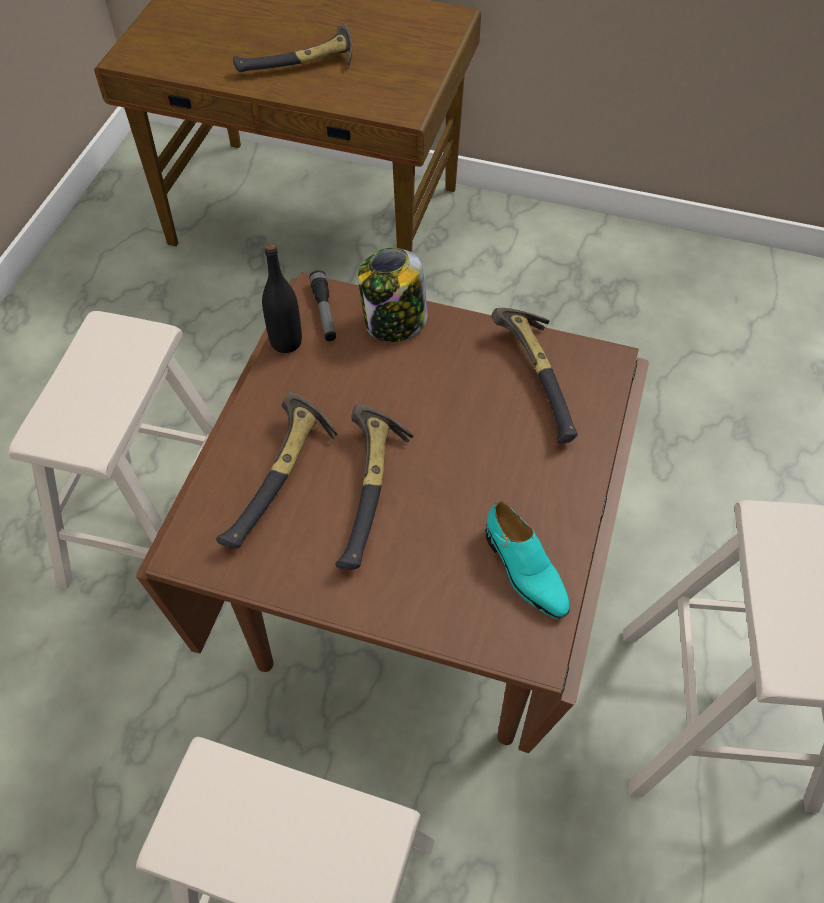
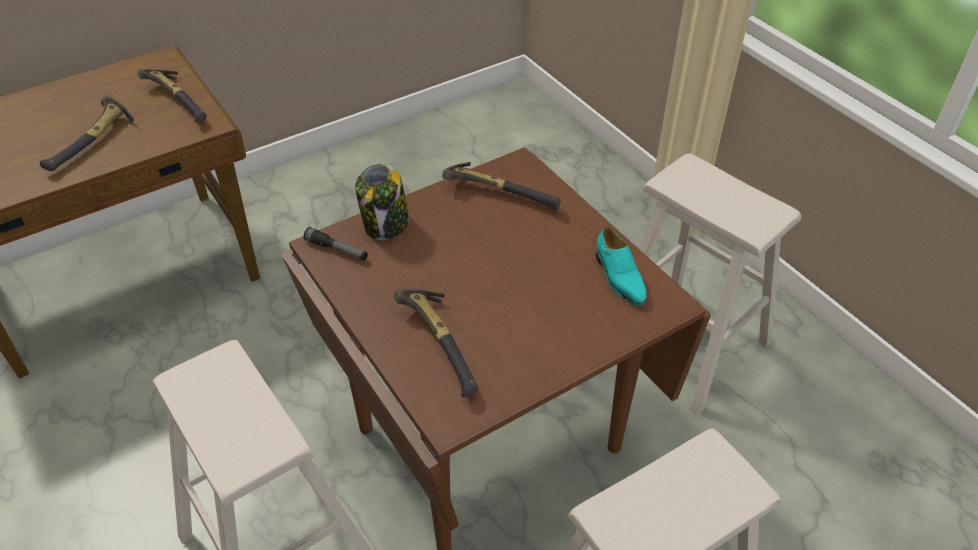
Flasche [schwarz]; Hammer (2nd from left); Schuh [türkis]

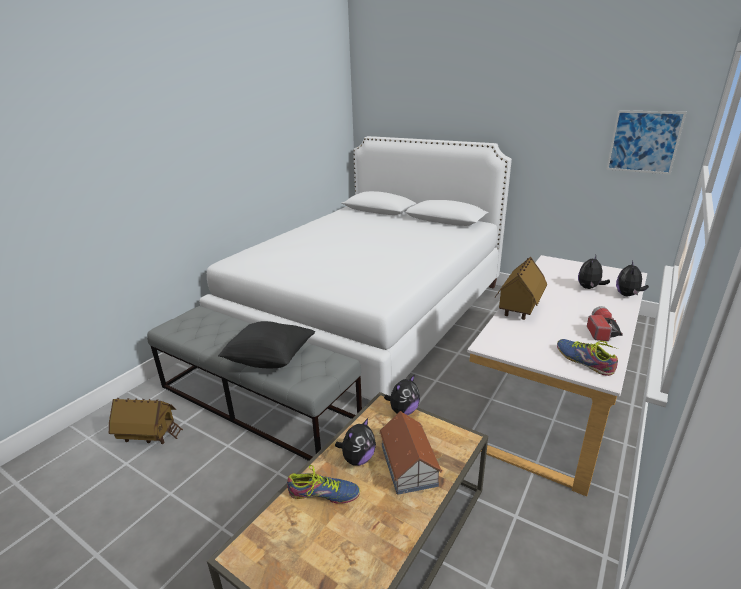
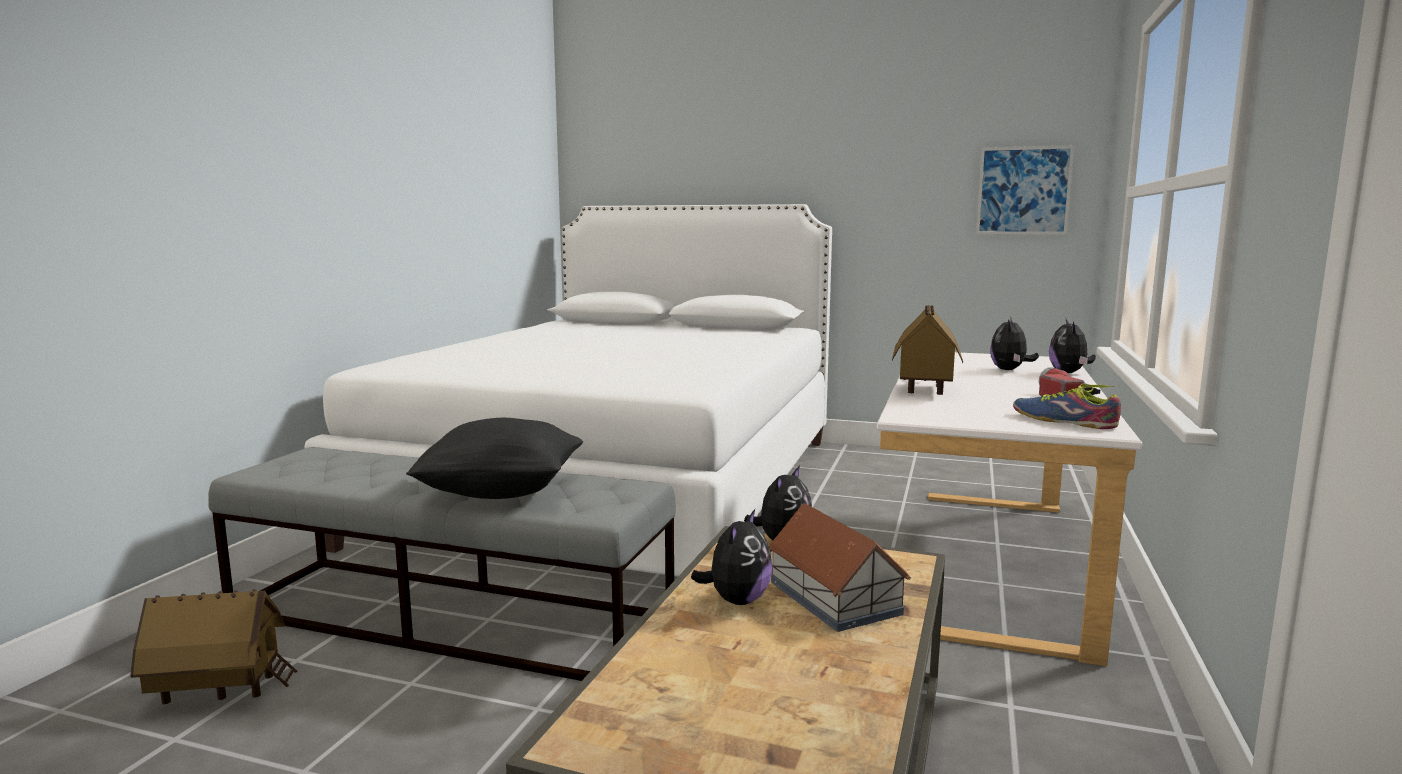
Schuh (1st from left in the first image)

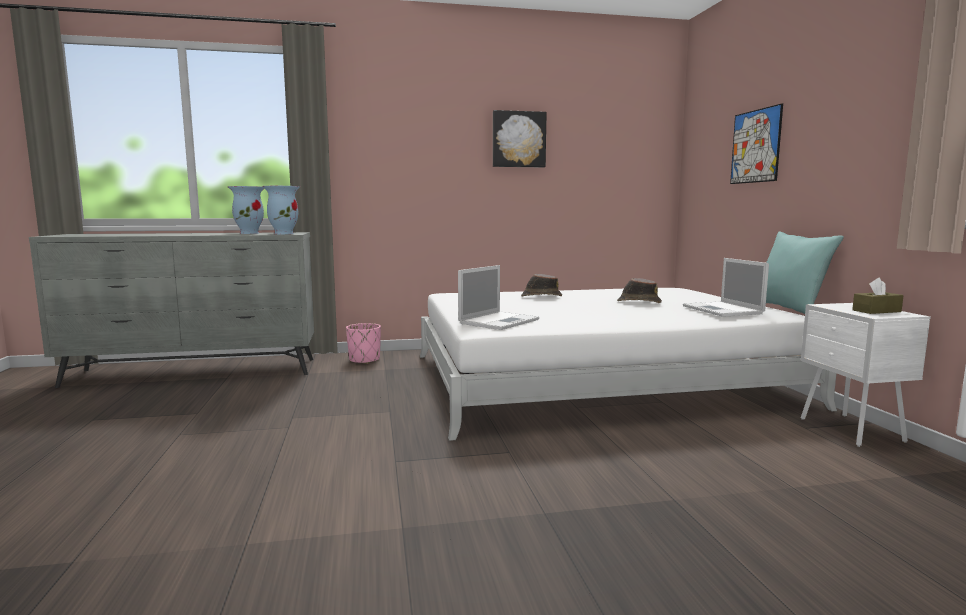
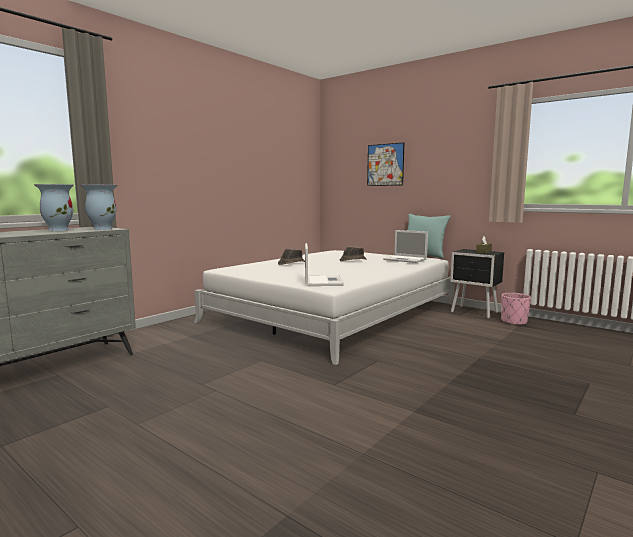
Pflanzkübel [rosa]; Bild (1st from left in the first image); Nachttisch [schwarz]

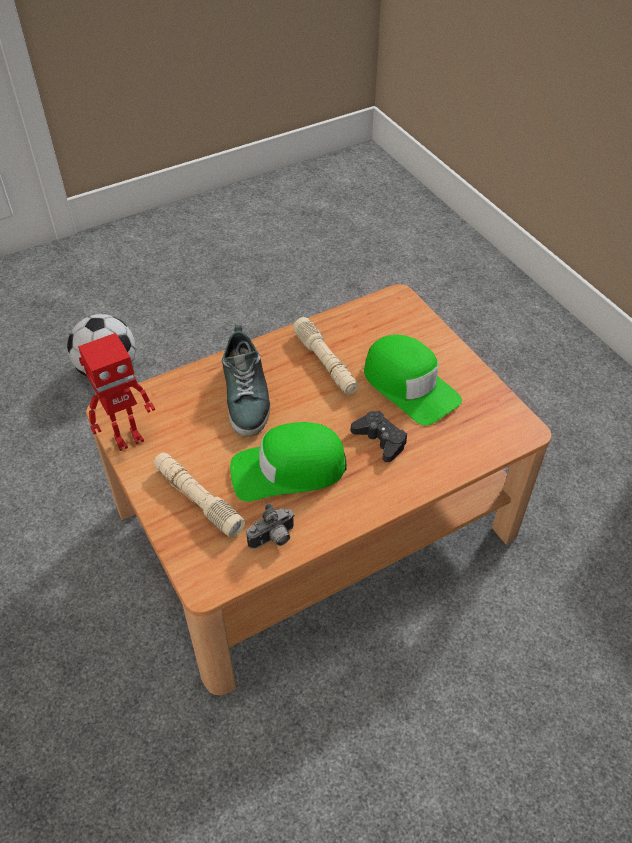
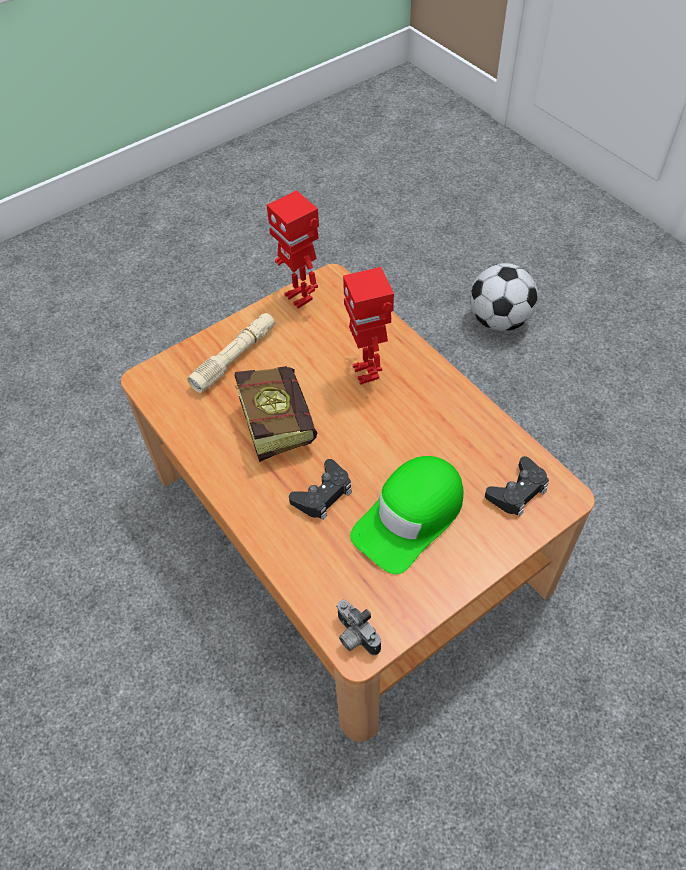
Spielzeugroboter (2nd from left); Buch; Kamera; Taschenlampe [beige] (2nd from left in the first image); Gamepad [schwarz] (2nd from left)

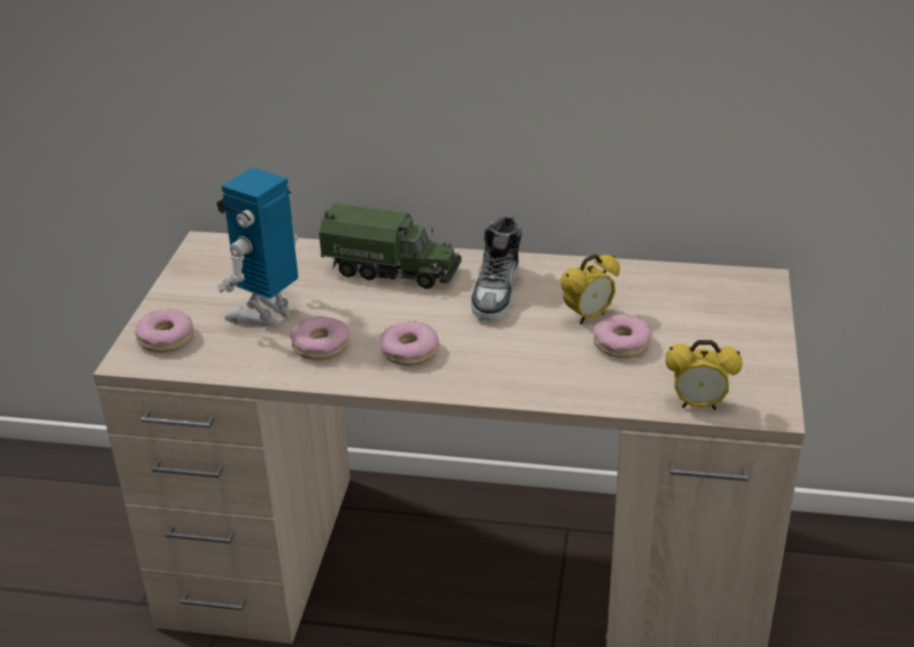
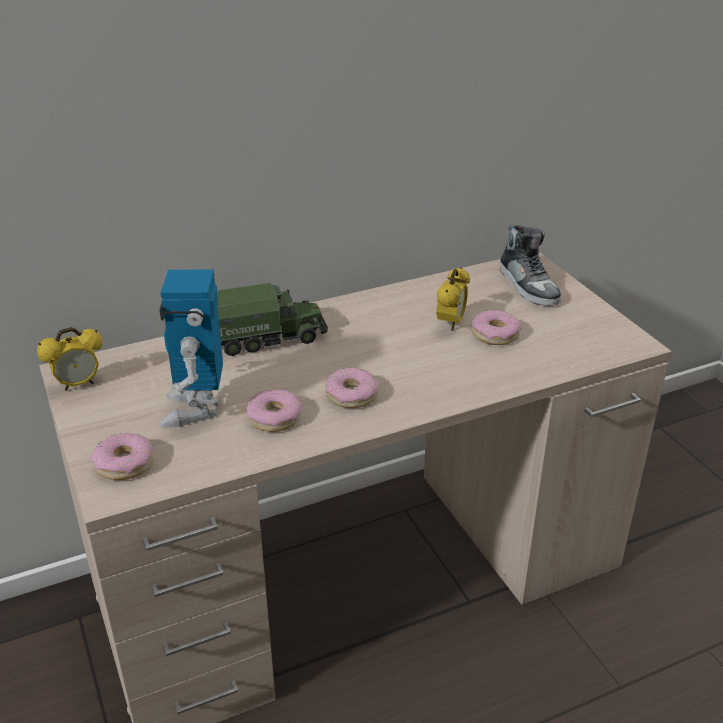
Schuh; Wecker (1st from left)

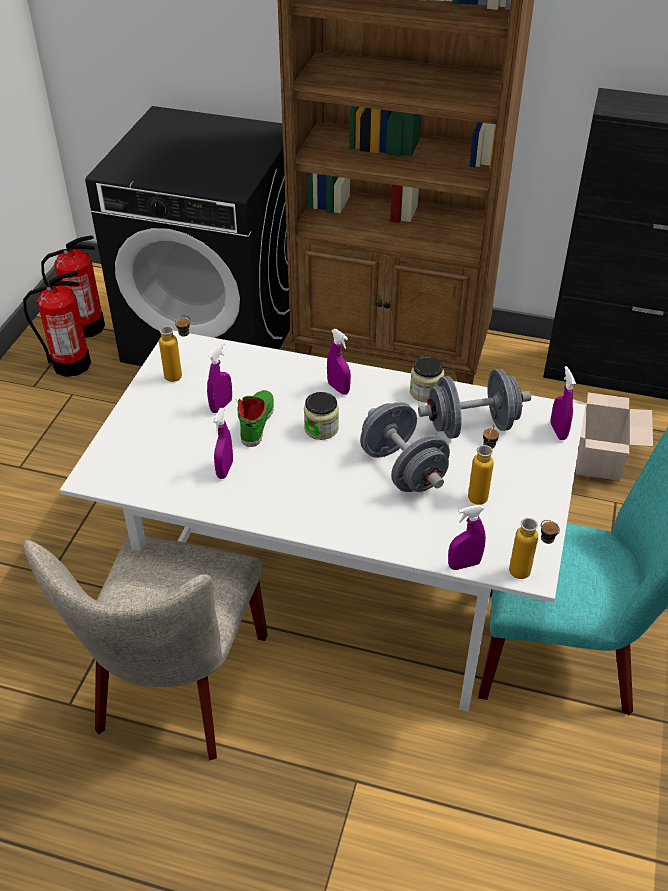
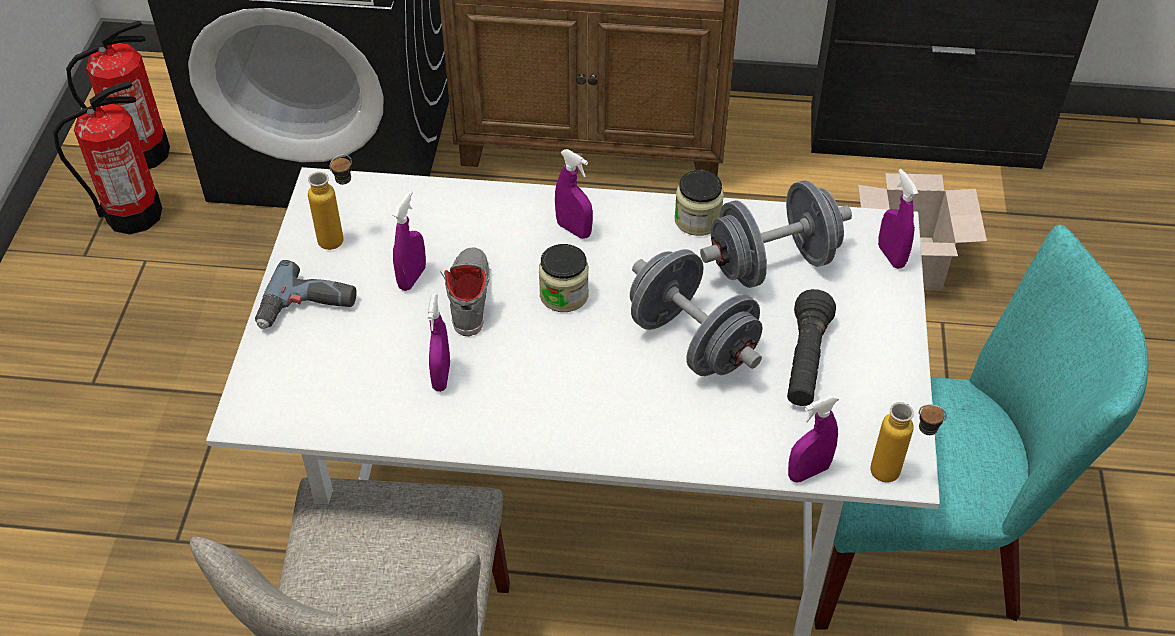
Schuh [grau]; Taschenlampe [schwarz]; Bohrmaschine

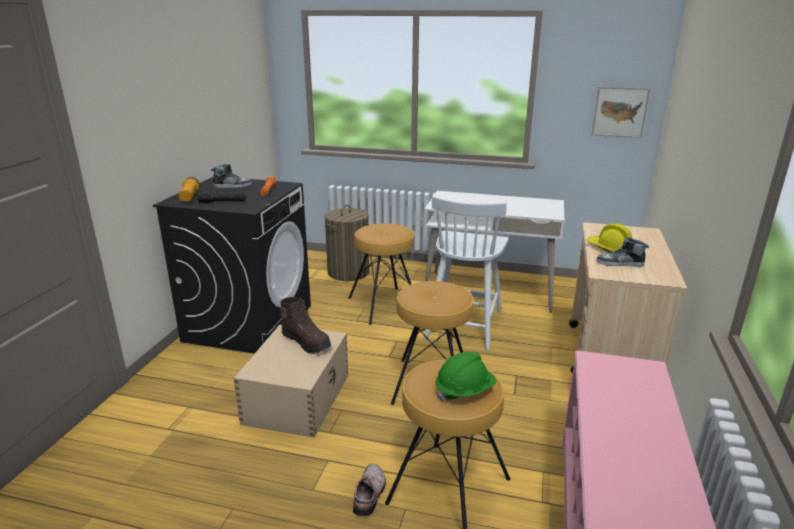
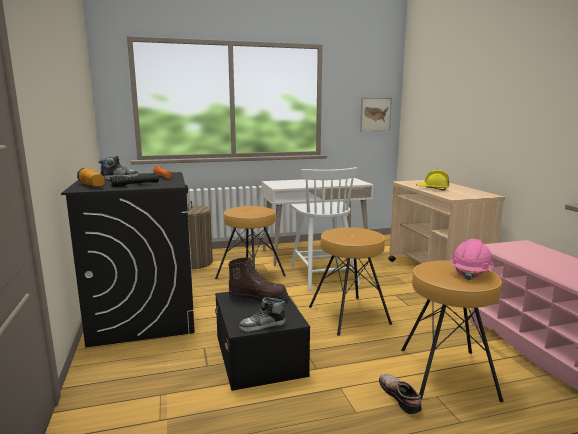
Aufbewahrungsbox [schwarz]; Schutzhelm [rosa]; Schuh (2nd from left)

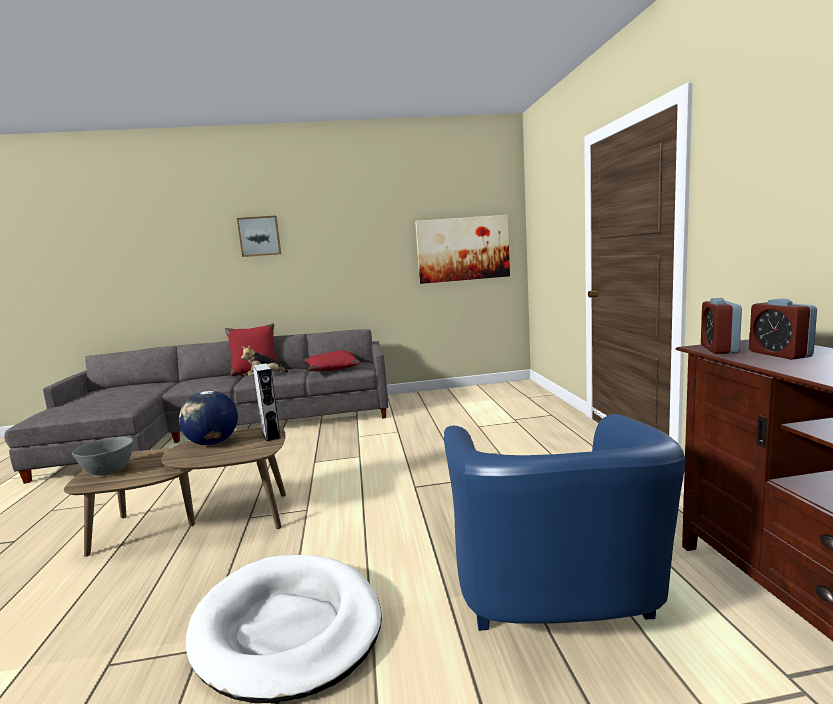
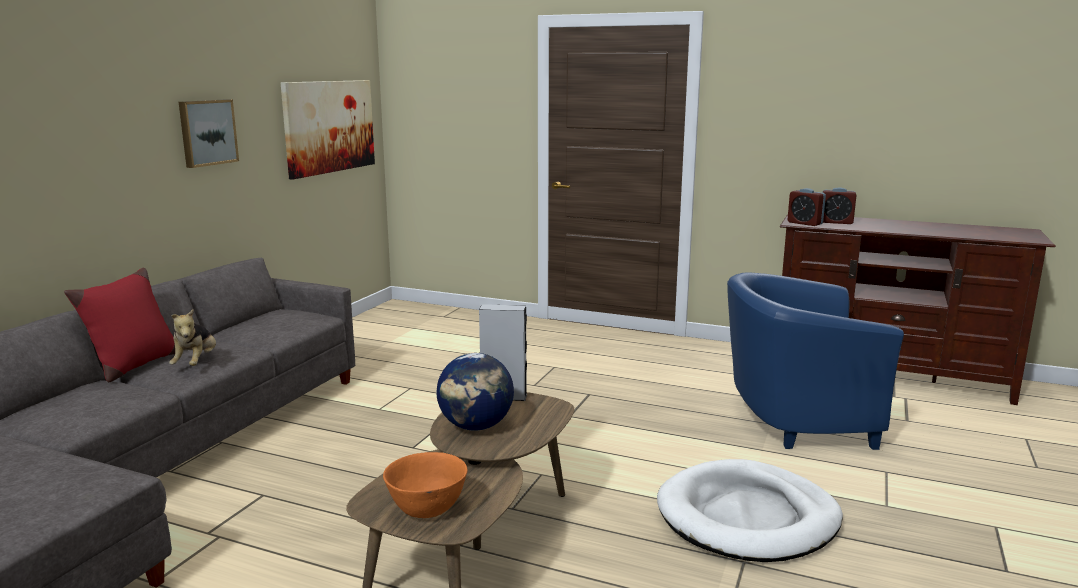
Schüssel [orange]; Bild (1st from left); Kissen [rot] (2nd from left in the first image); Sessel [blau]

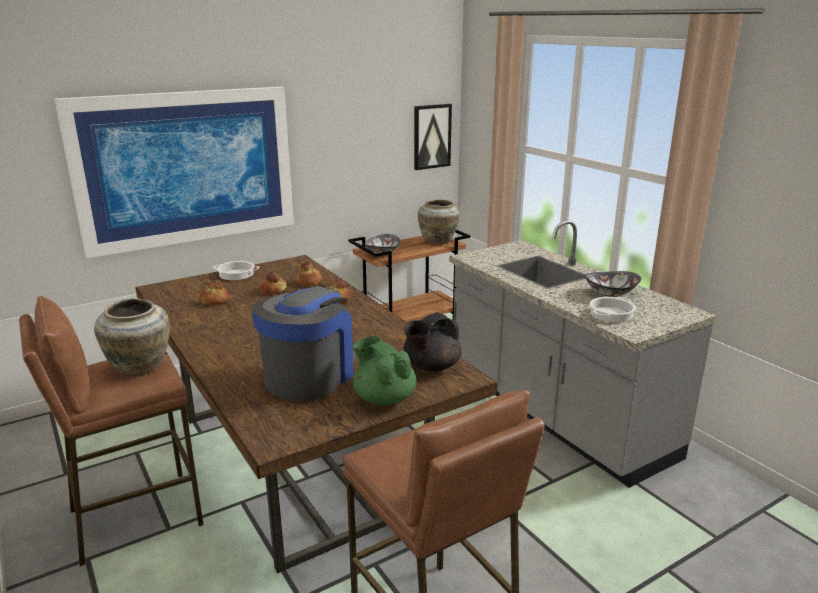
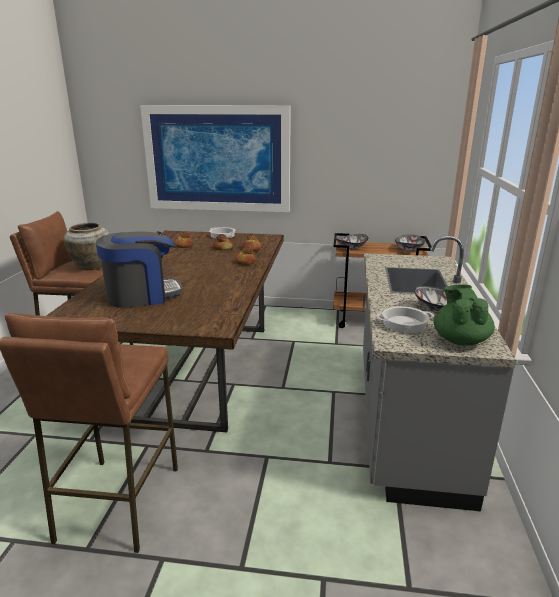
Teekanne [grün]; Teekanne [schwarz]; Bild (2nd from left in the first image); Schüssel (2nd from left)

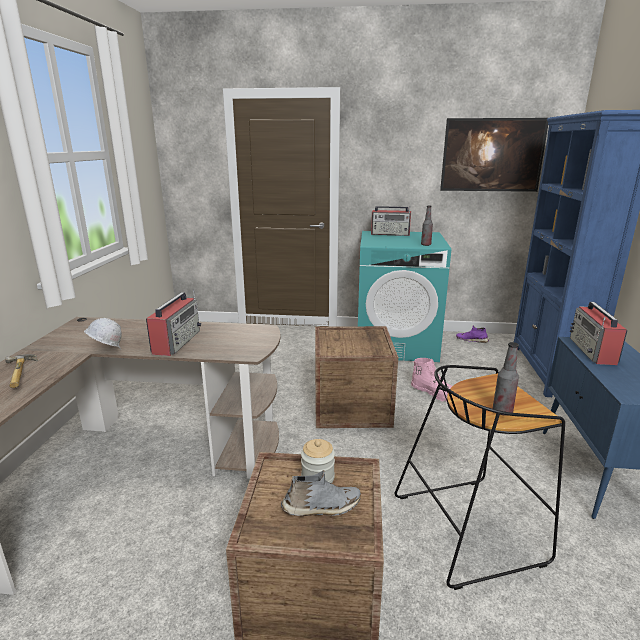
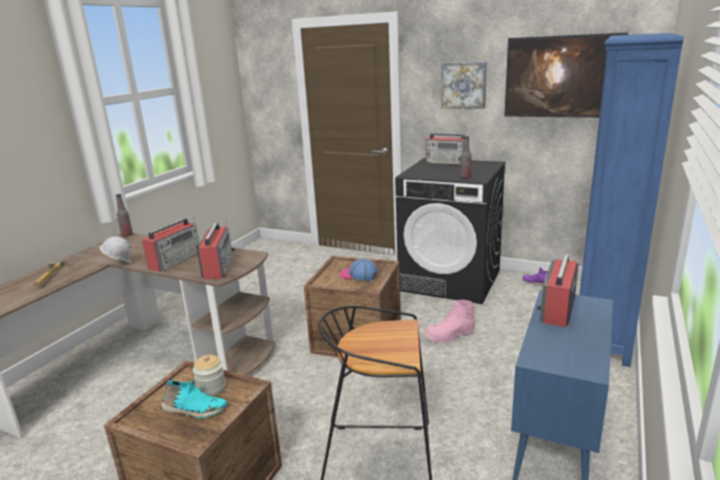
Schuh [türkis]; Waschmaschine [schwarz]; Stiefel [rosa]; Flasche (1st from left); Radio (2nd from left); Kappe; Bild (1st from left)

